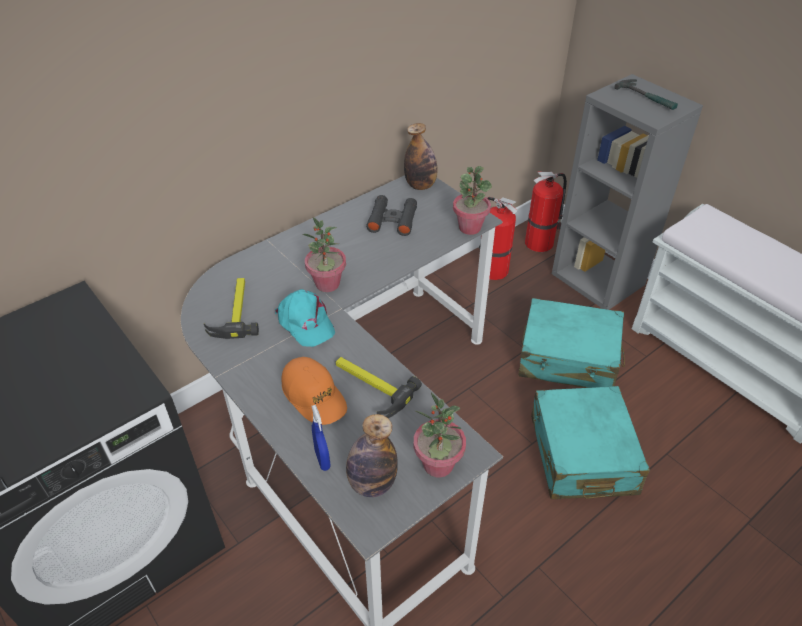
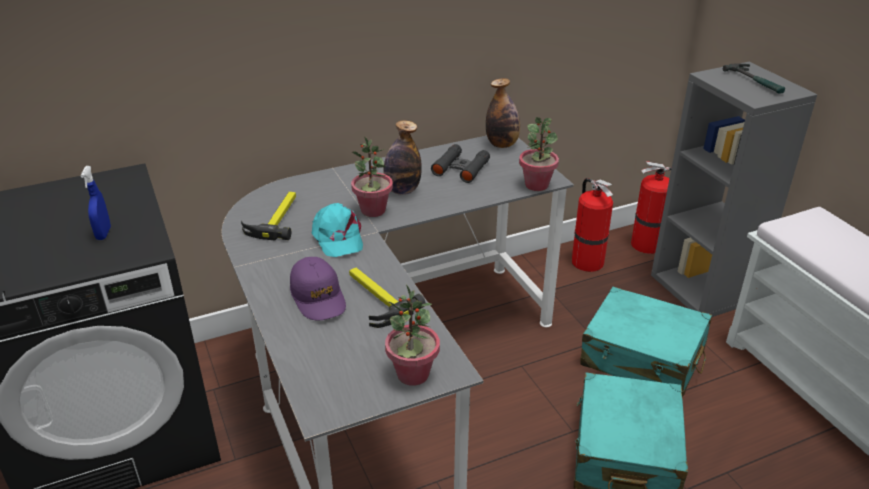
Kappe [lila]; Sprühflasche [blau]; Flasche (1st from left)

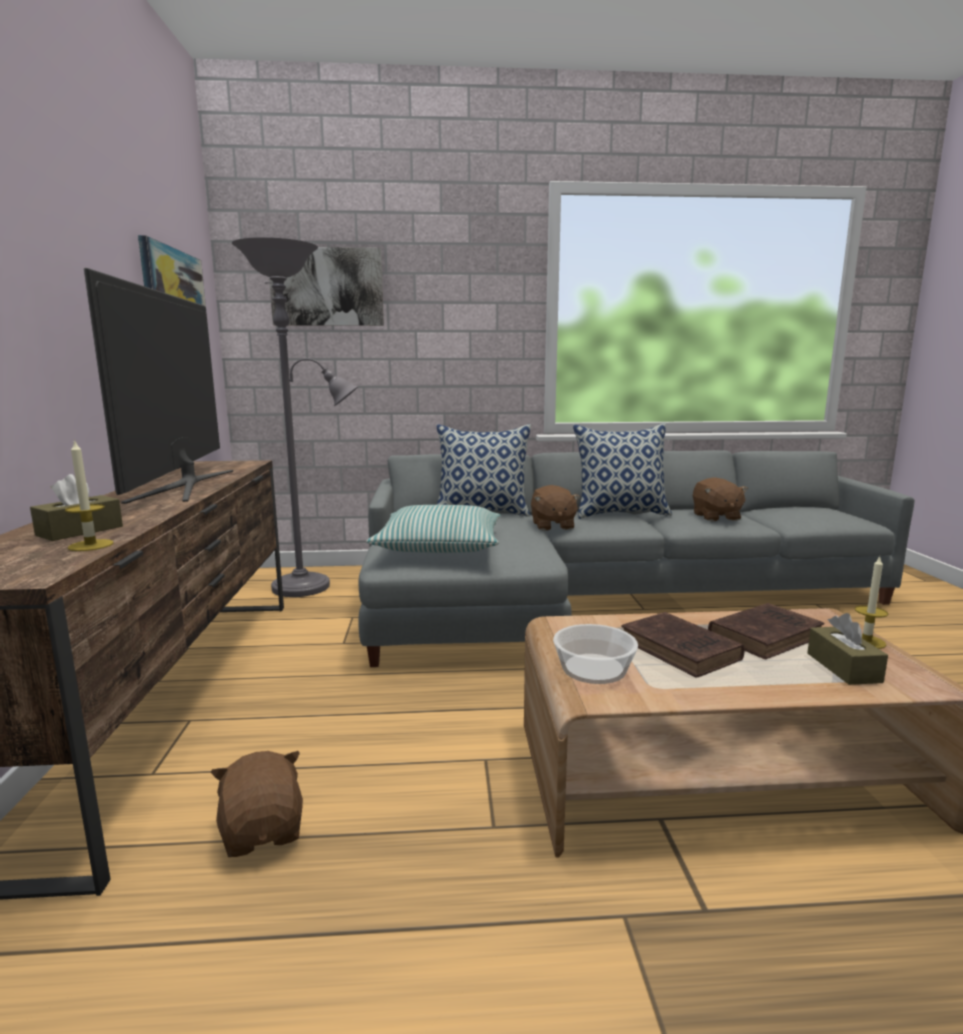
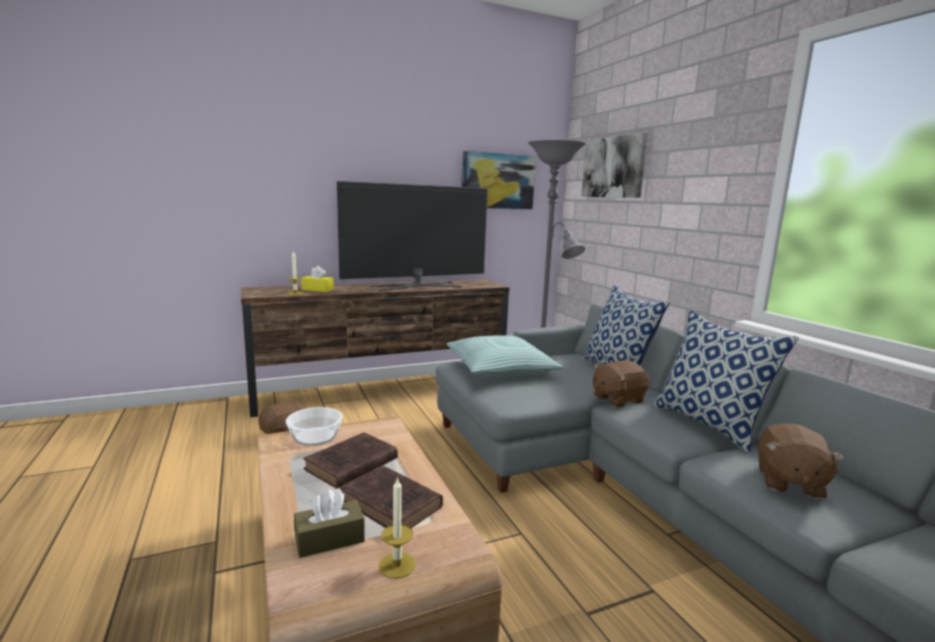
Taschentuchbox [gelb]; Plüschtier [braun] (3rd from left)

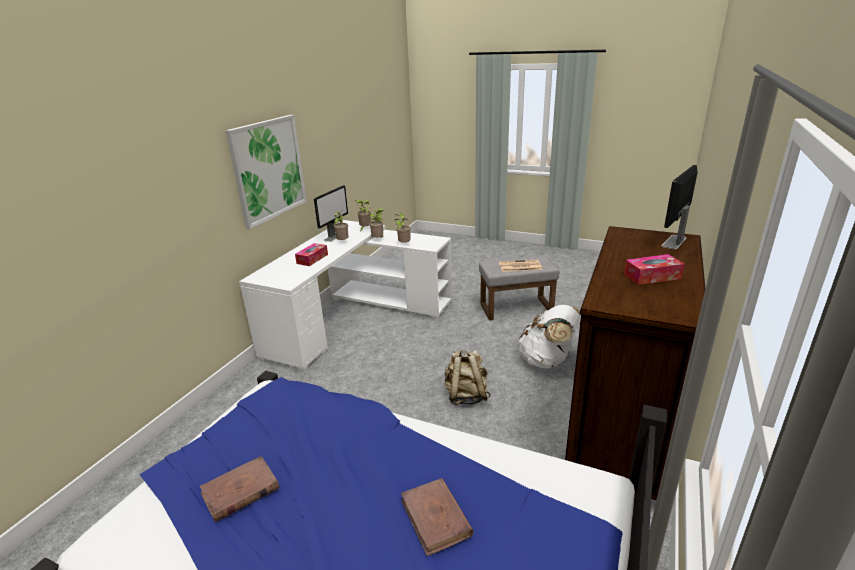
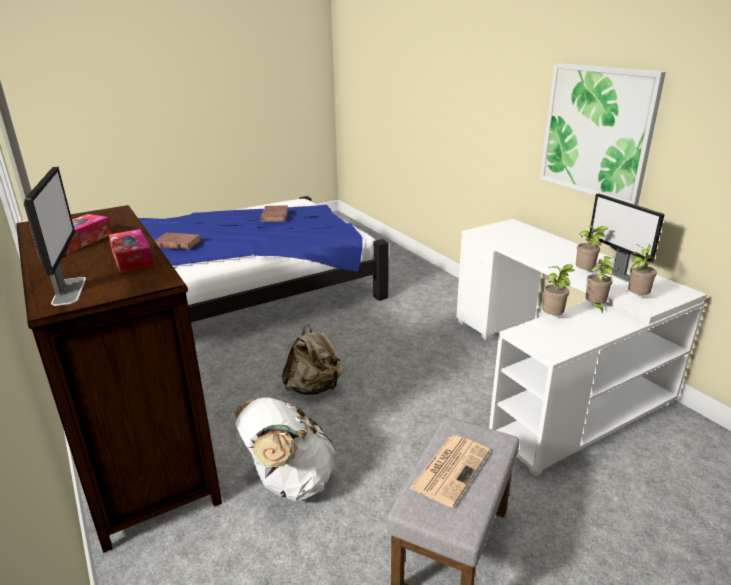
Taschentuchbox (2nd from left)

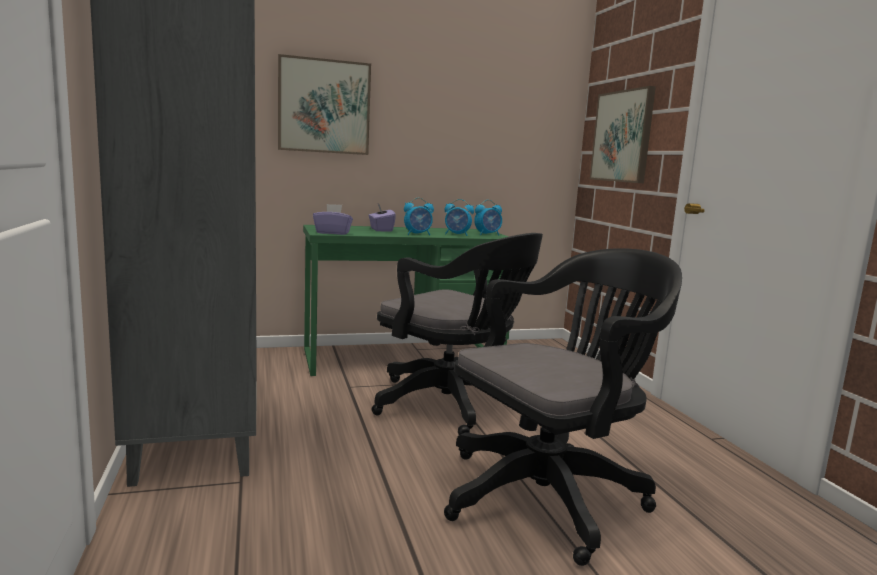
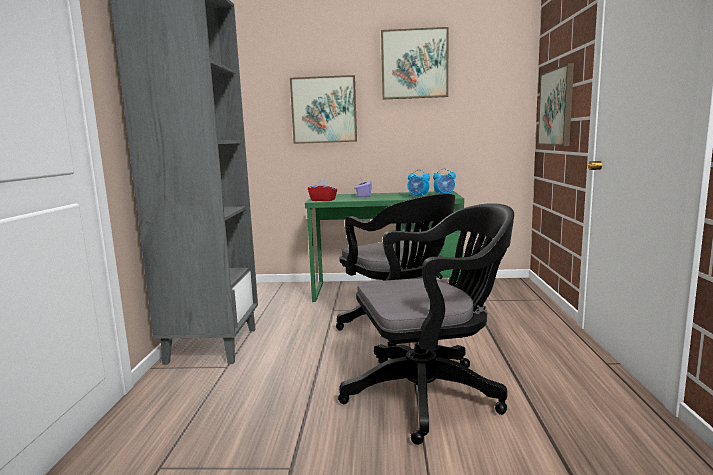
Taschentuchbox [rot]; Wecker (1st from left in the first image); Bild (2nd from left)

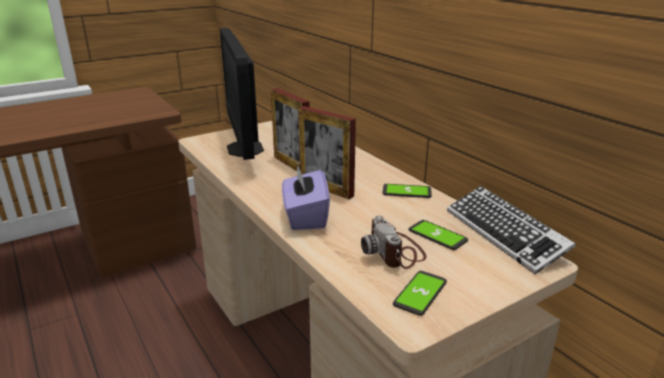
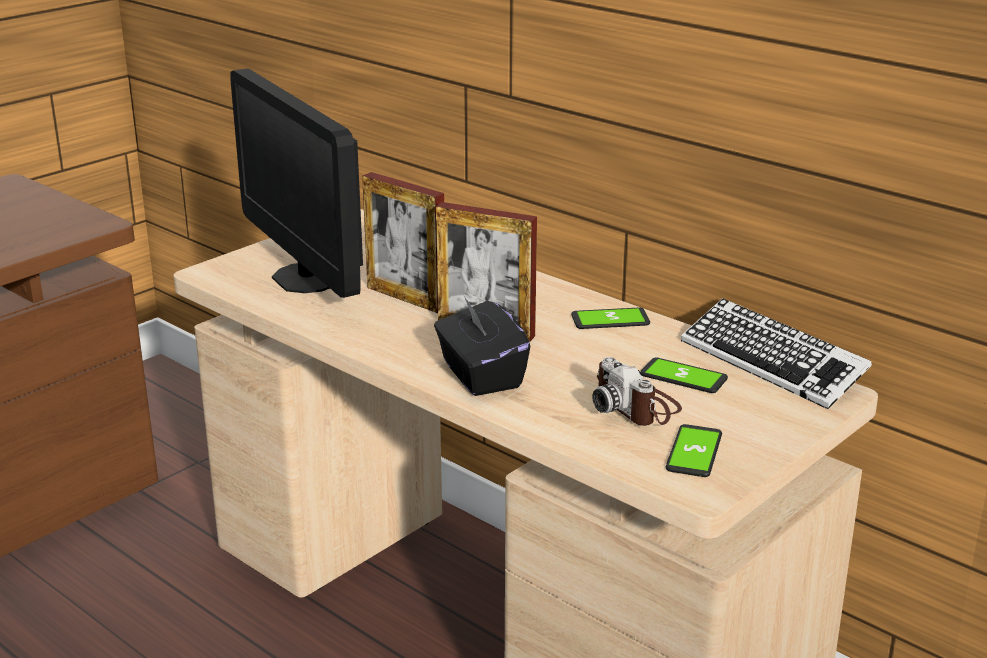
Taschentuchbox [schwarz]

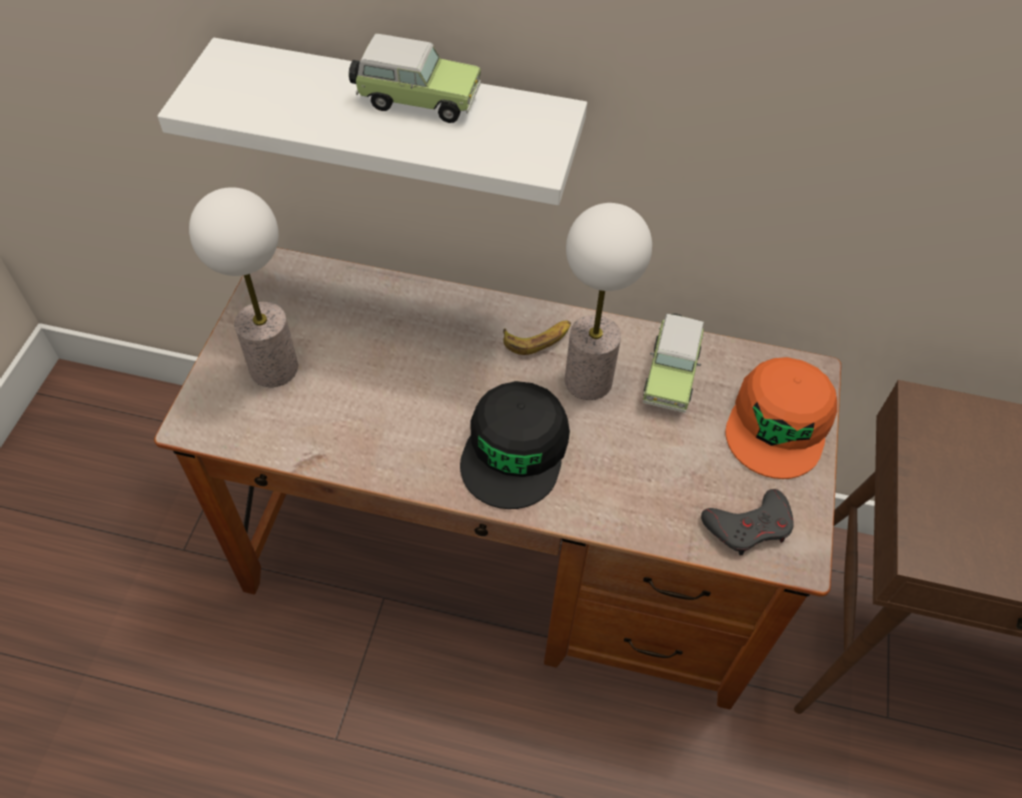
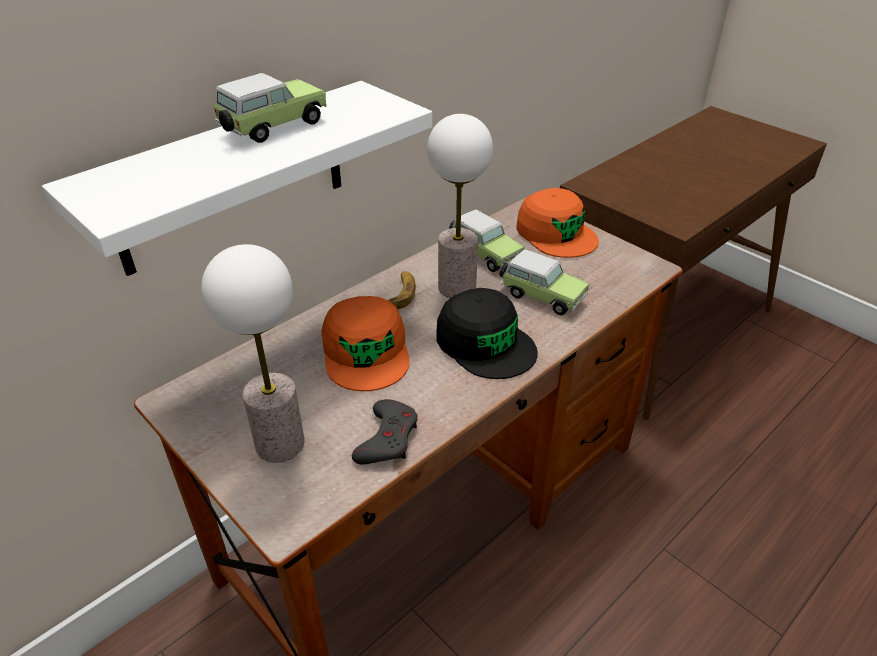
Gamepad [grau]; Kappe [orange] (1st from left); Spielzeugauto (3rd from left)

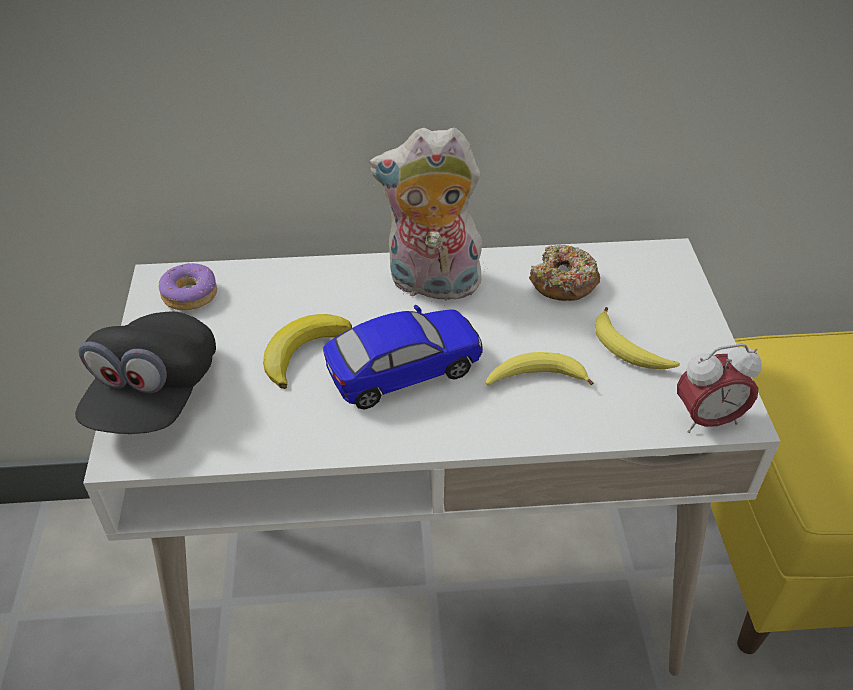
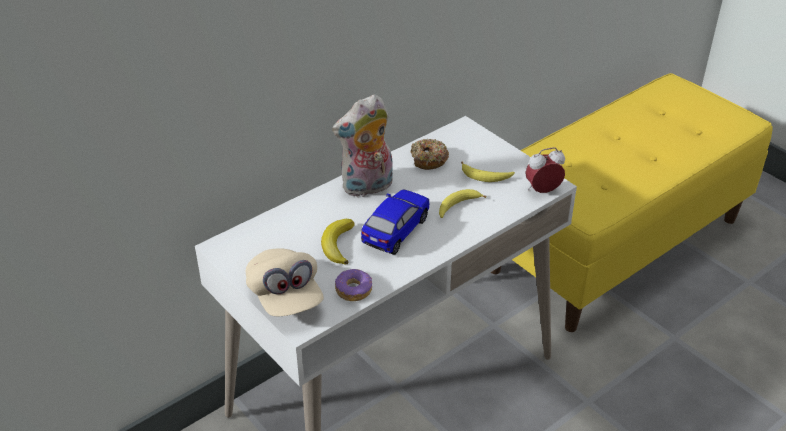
Kappe [beige]; Donut (1st from left); Wecker

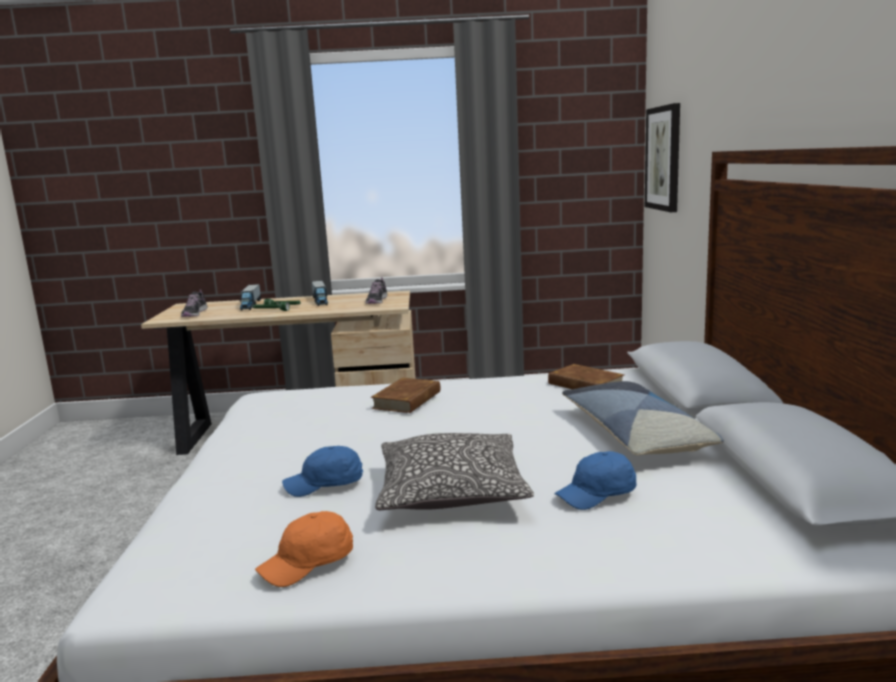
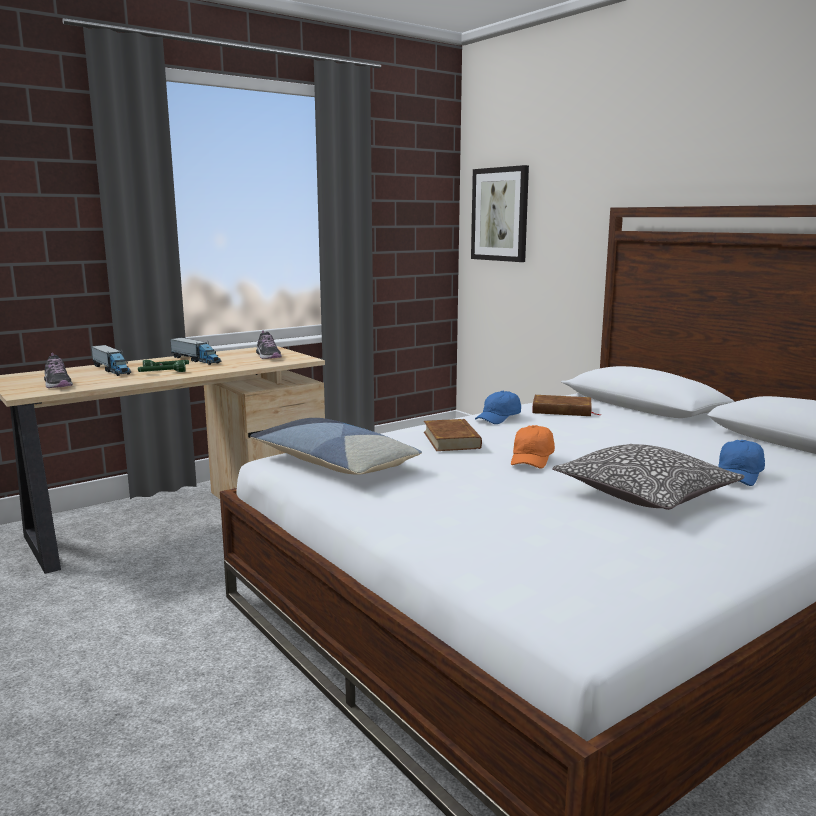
Kappe [orange]; Kappe [blau] (1st from left); Kissen (1st from left)

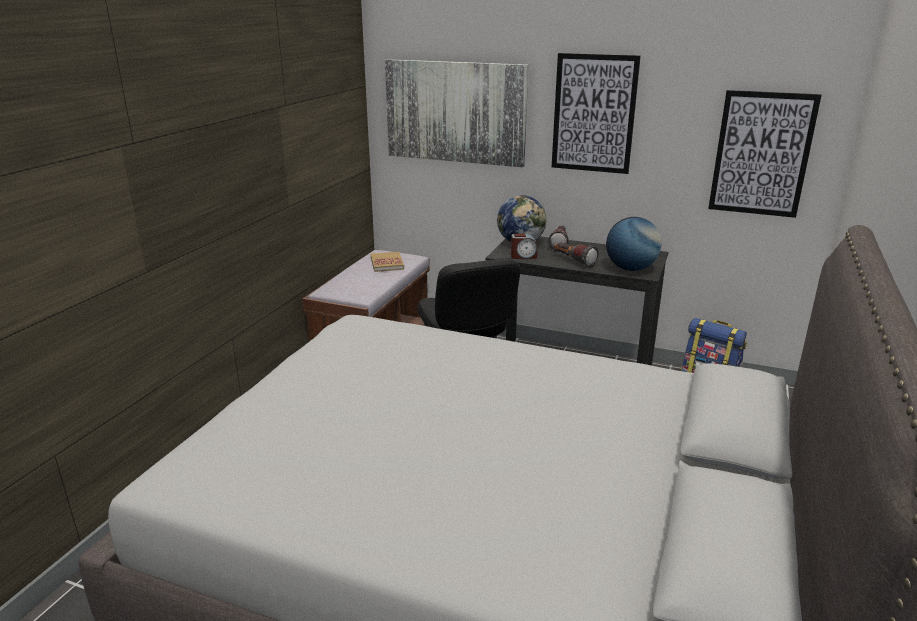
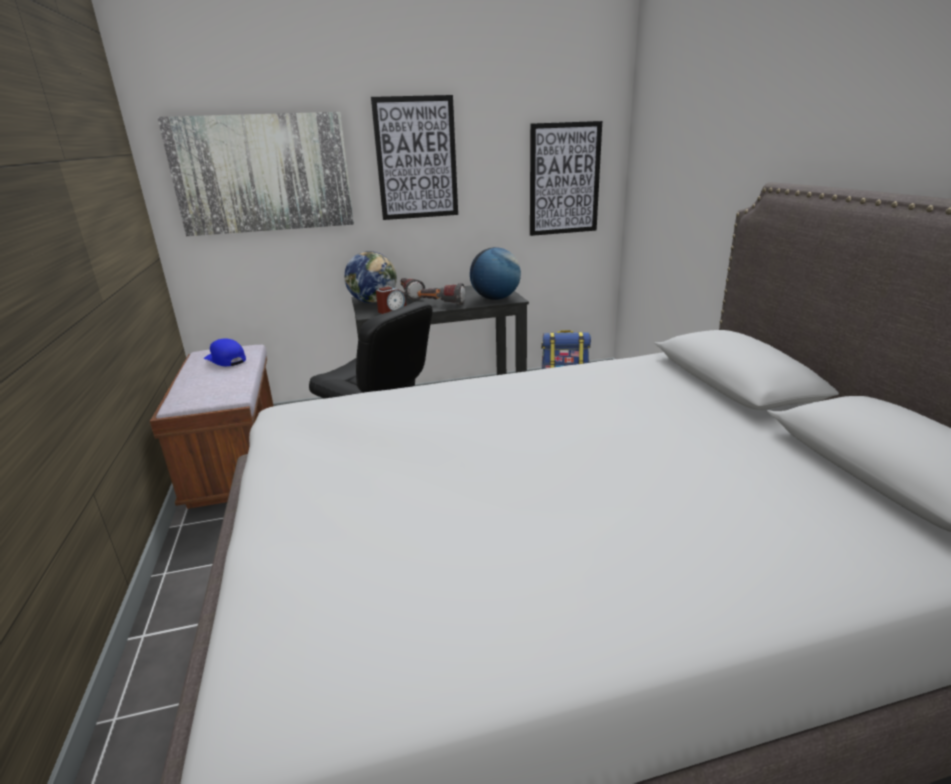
Kappe [blau]

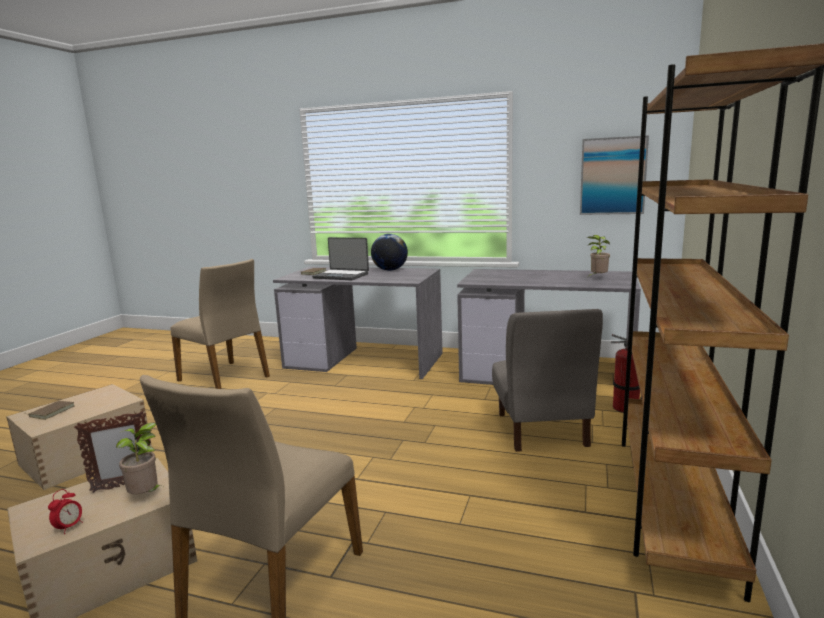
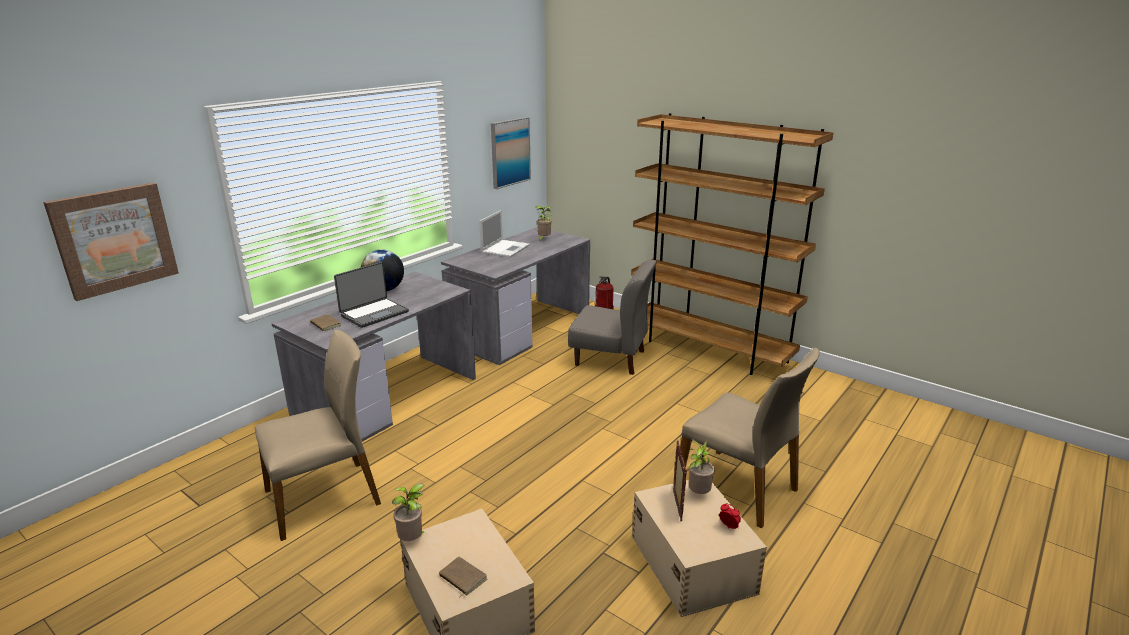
Bild (1st from left); Topfpflanze (1st from left); Laptop (2nd from left)

